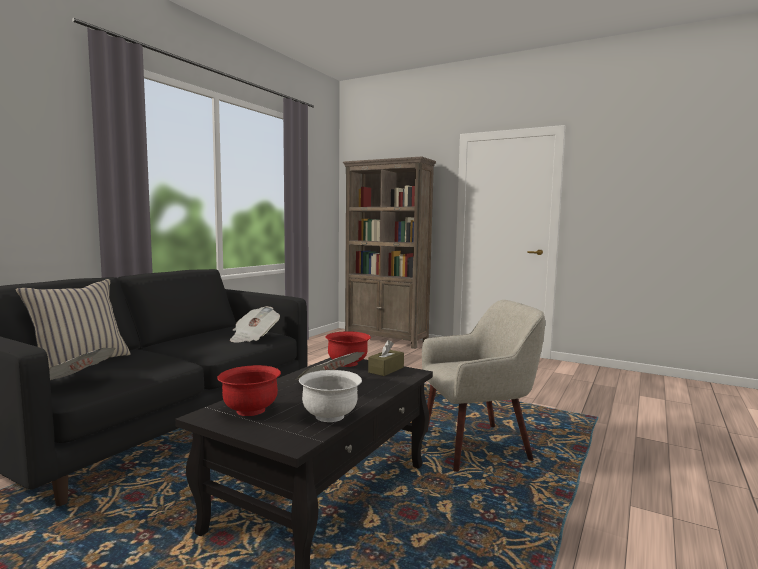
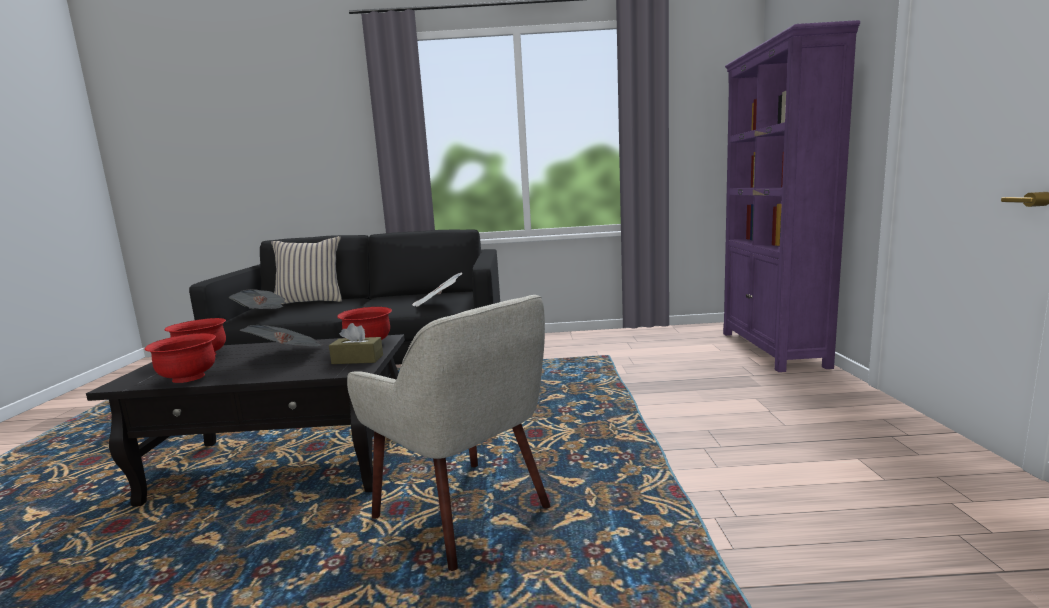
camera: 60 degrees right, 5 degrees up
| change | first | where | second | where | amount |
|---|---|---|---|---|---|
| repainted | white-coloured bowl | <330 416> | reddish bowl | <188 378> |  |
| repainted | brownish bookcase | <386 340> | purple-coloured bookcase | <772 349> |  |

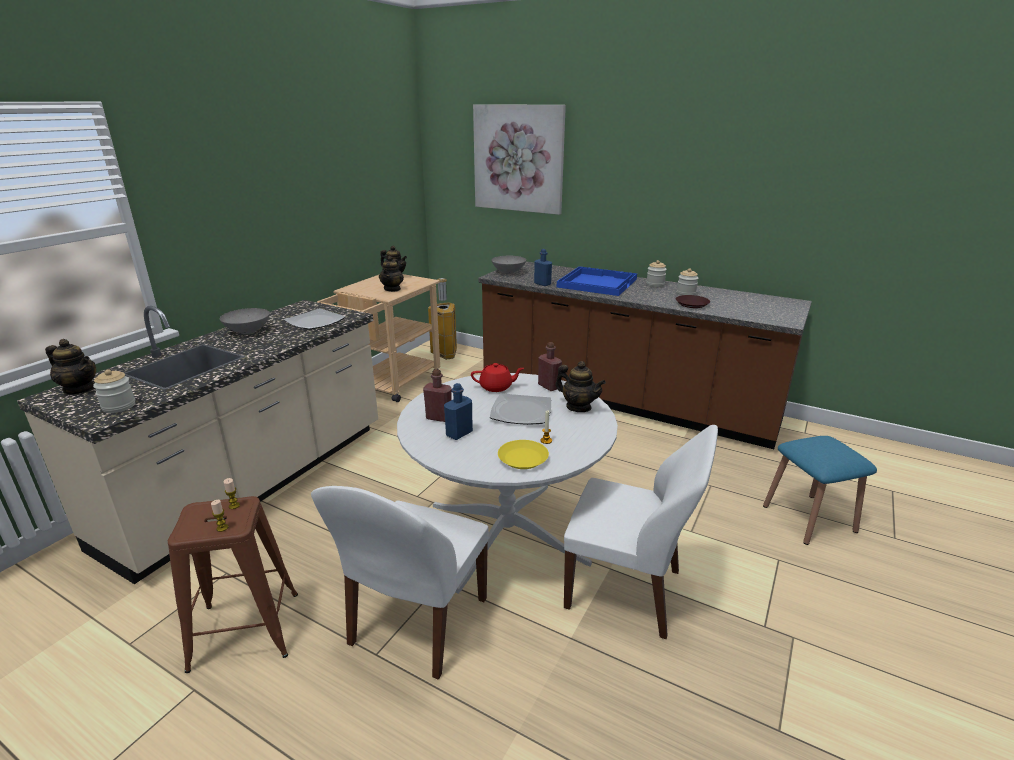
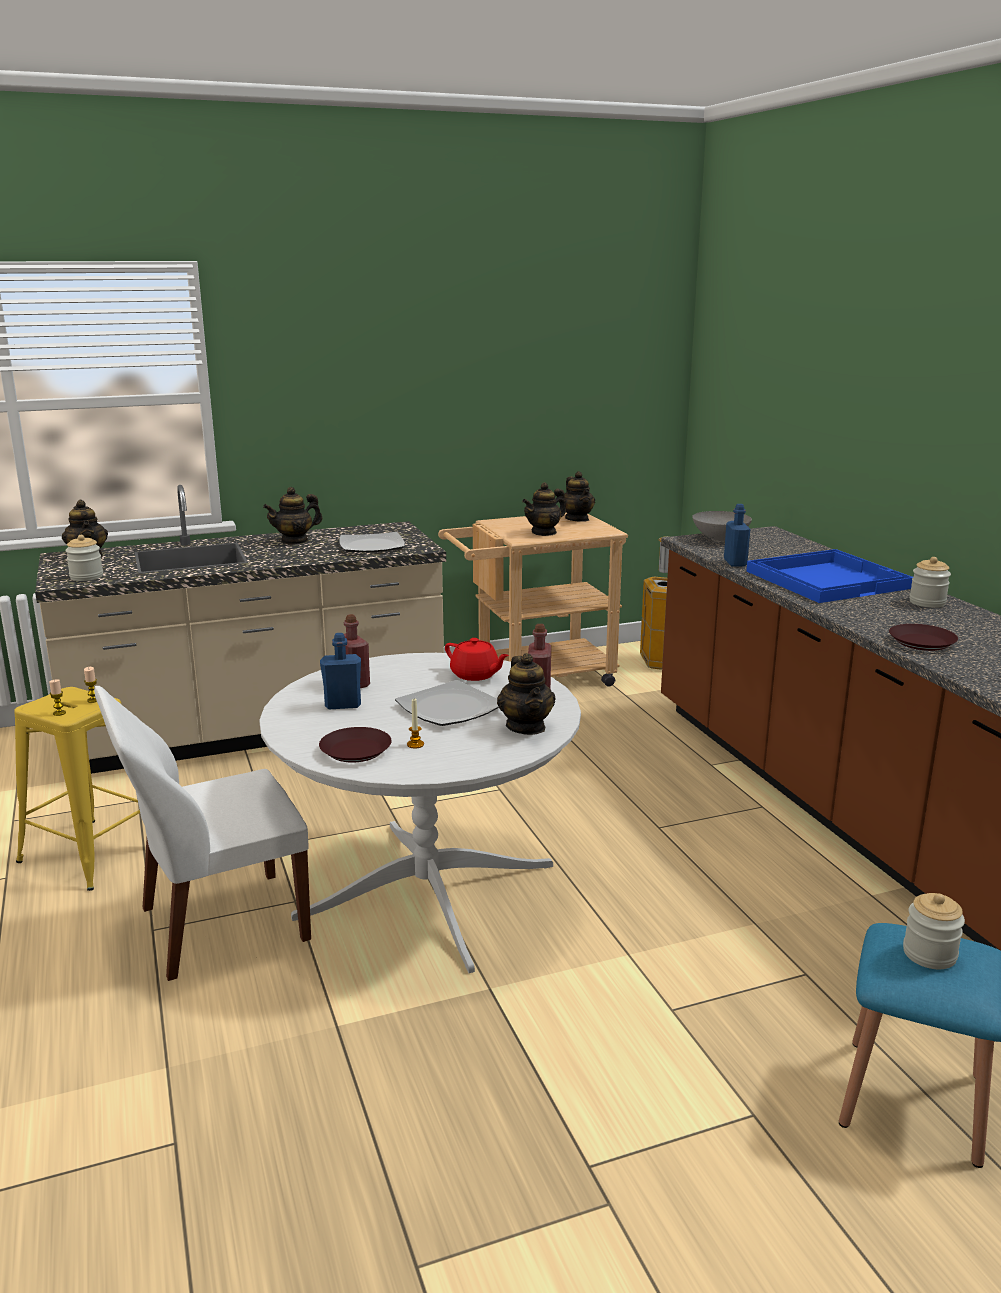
camera: 40 degrees right, 5 degrees down
| change | first | where | second | where | amount |
|---|---|---|---|---|---|
| repainted | brownish stool | <245 630> | yellow-coloured stool | <91 853> |  |
| swapped | greyish bowl | <249 331> | pot for tea | <295 541> |  |
| repainted | yellow-coloured dinner plate | <523 459> | brownish dinner plate | <355 751> |  |
| shifted | jar | <686 294> |  | <929 954> |  |
| gone | wall picture | <518 159> |  |  |  |
| gone | white-coloured upright chair | <627 590> |  |  |  |

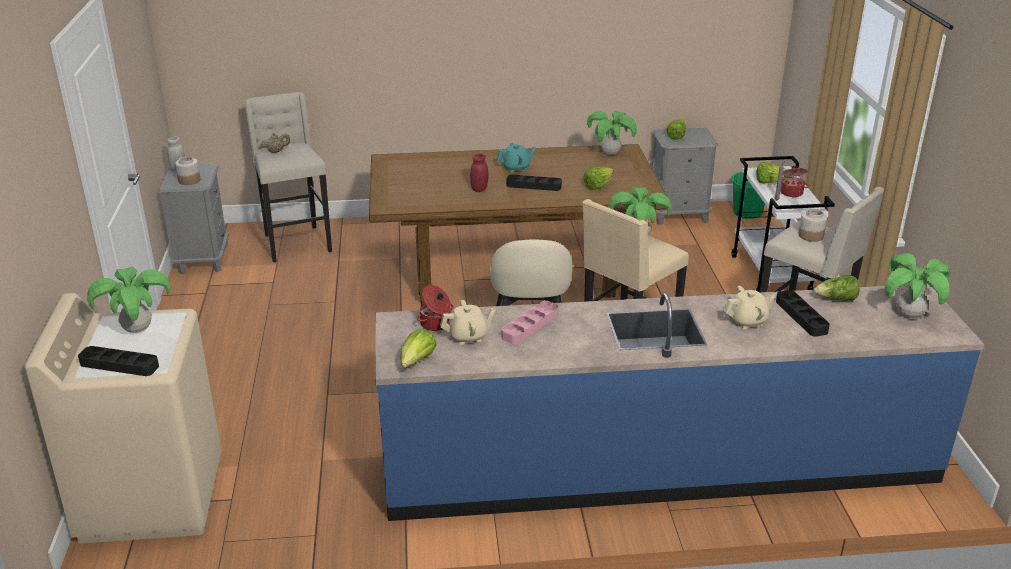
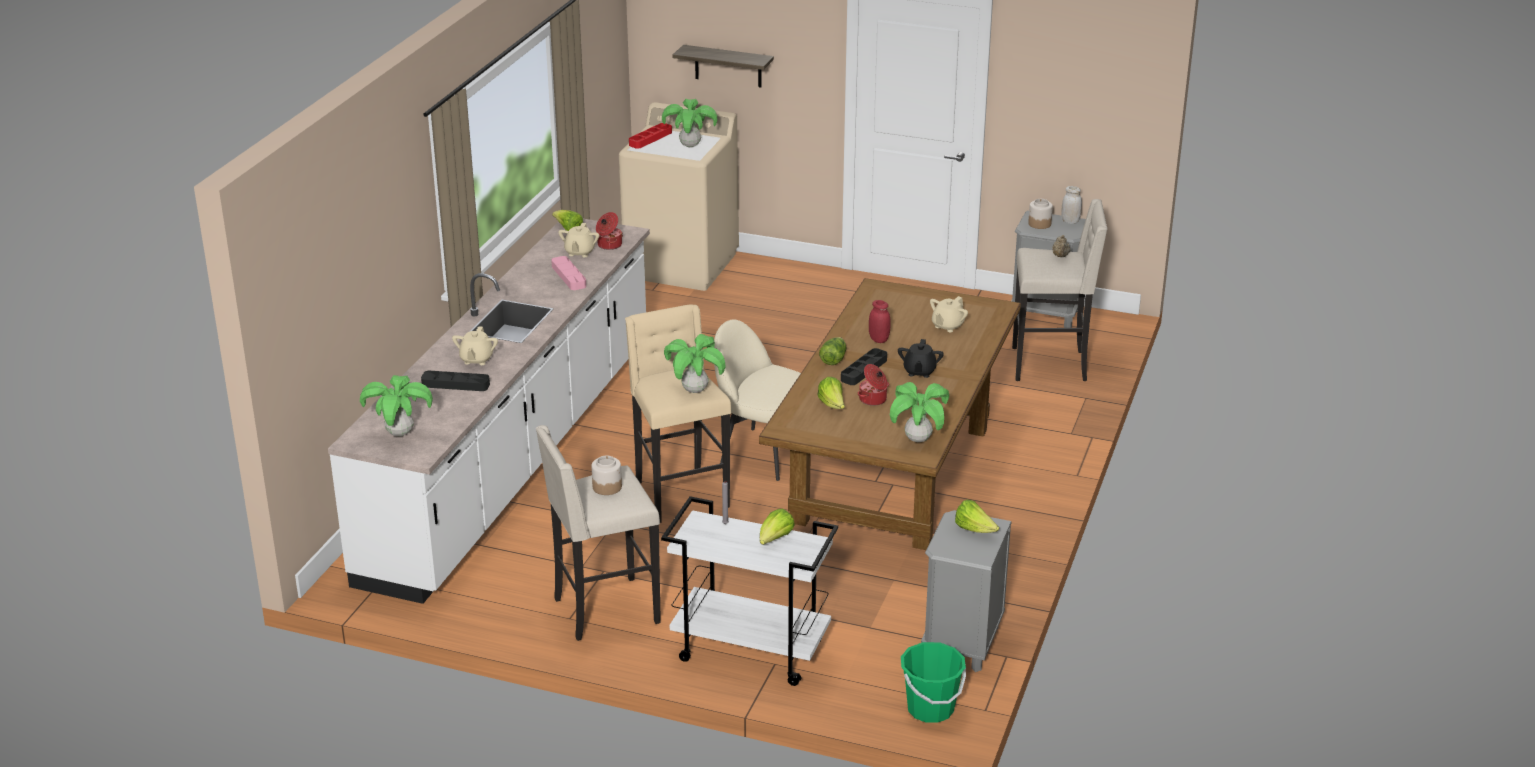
camera: 115 degrees right, 0 degrees up
| change | first | where | second | where | amount |
|---|---|---|---|---|---|
| repainted | bluish kitchen counter | <659 465> | white-coloured kitchen counter | <514 458> |  |
| repainted | black-coloured serving tray | <119 365> | reddish serving tray | <650 138> |  |
| new |  |  | wall shelf | <728 66> |  |
| shifted | lettuce | <836 299> |  | <833 359> |  |
| shifted | saucepot | <791 192> |  | <873 399> |  |
| repainted | turquoise pot for tea | <516 168> | black-coloured pot for tea | <919 372> |  |
| new |  |  | sand-coloured pot for tea | <947 326> |  |

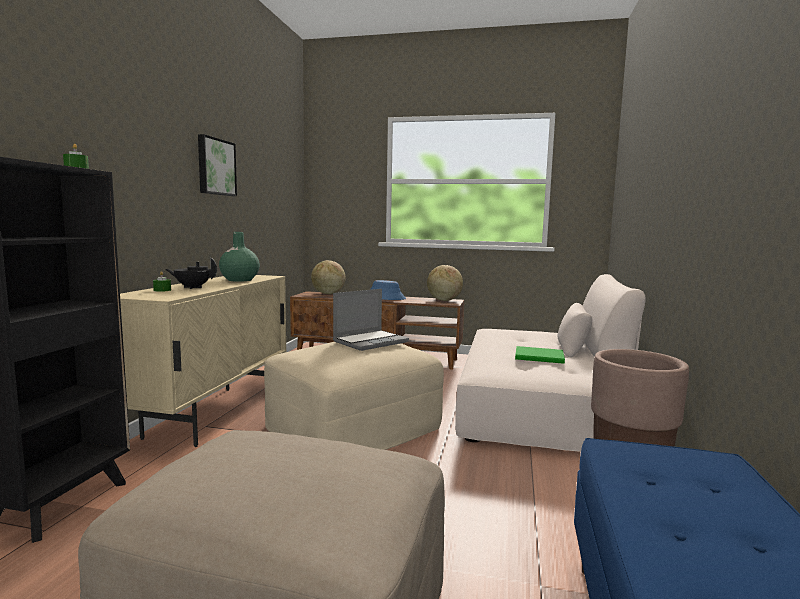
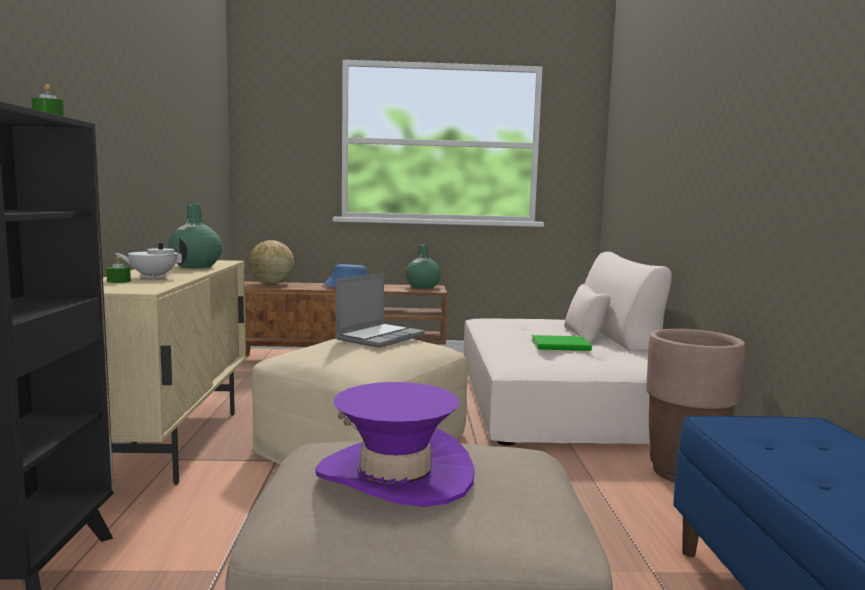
camera: 15 degrees left, 0 degrees up
| change | first | where | second | where | amount |
|---|---|---|---|---|---|
| repainted | black-coloured pot for tea | <192 287> | white-coloured pot for tea | <153 277> |  |
| new |  |  | purple-coloured hat | <395 475> |  |
| swapped | globe | <444 300> | green vase | <422 287> |  |
| gone | wall picture | <215 167> |  |  |  |

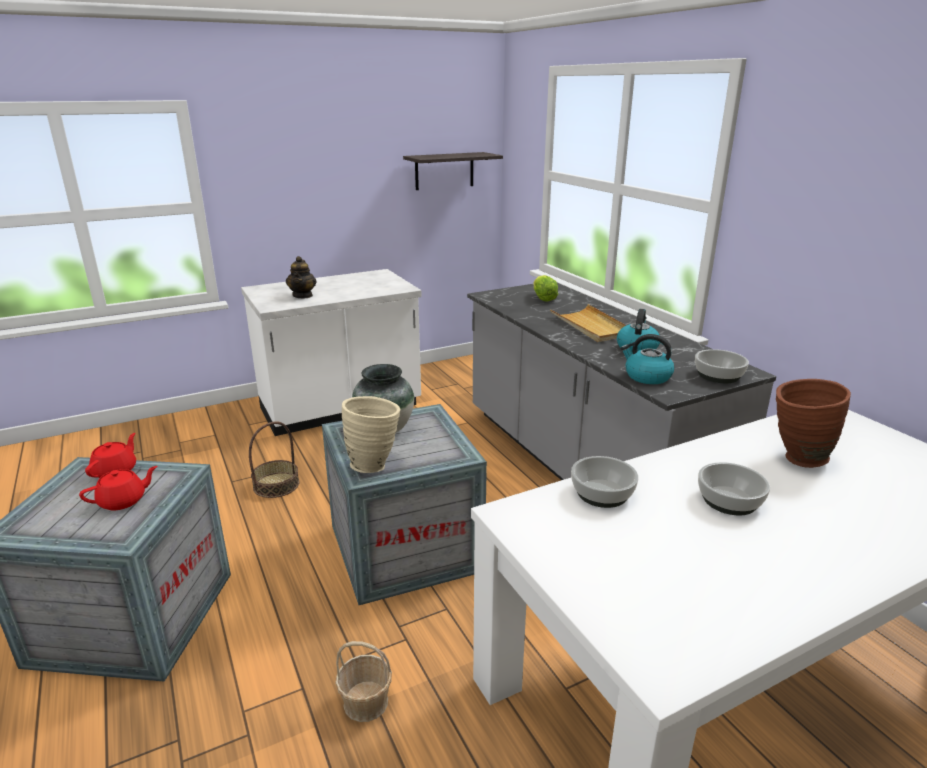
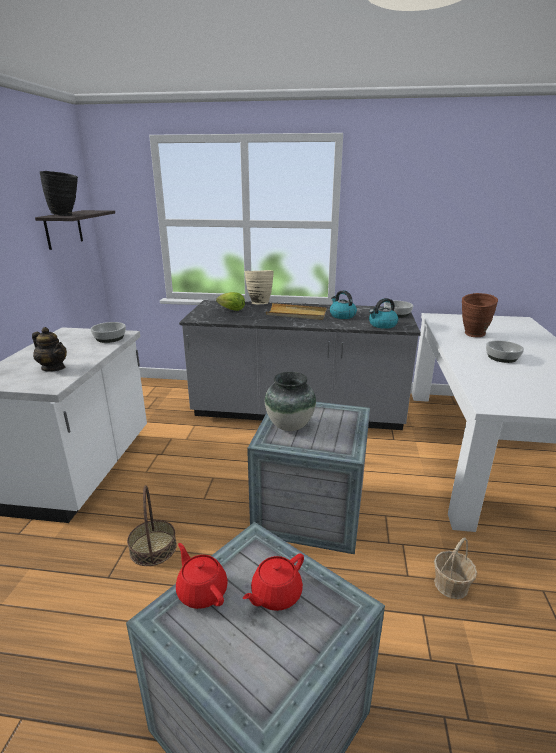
camera: 55 degrees left, 0 degrees up
| change | first | where | second | where | amount |
|---|---|---|---|---|---|
| new |  |  | black-coloured vase | <66 215> |  |
| shifted | bowl | <603 493> |  | <110 338> |  |
| rotated | reddish pot for tea | <123 501> |  | <275 594> | 135 degrees counterclockwise |
| shifted | sand-coloured vase | <374 464> |  | <259 303> |  |

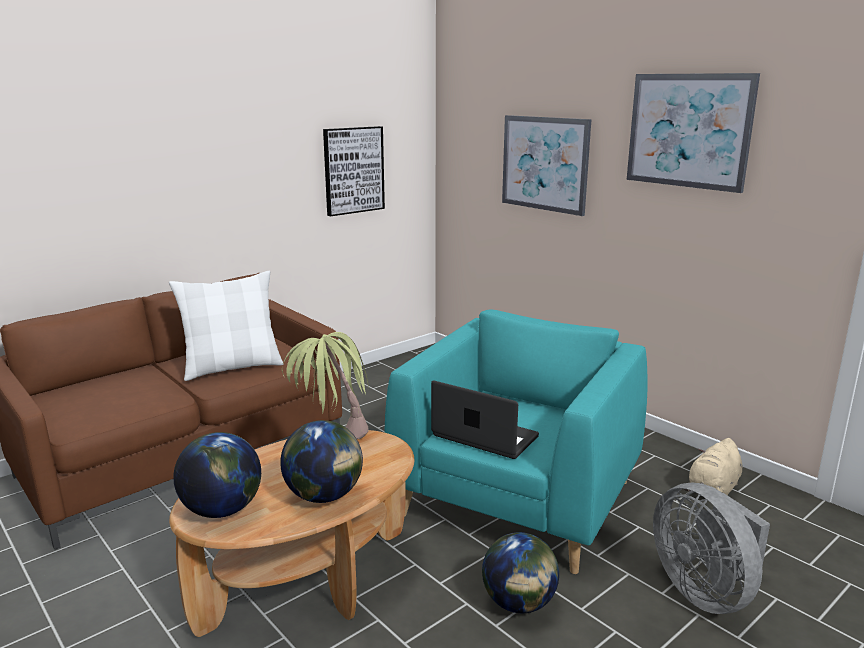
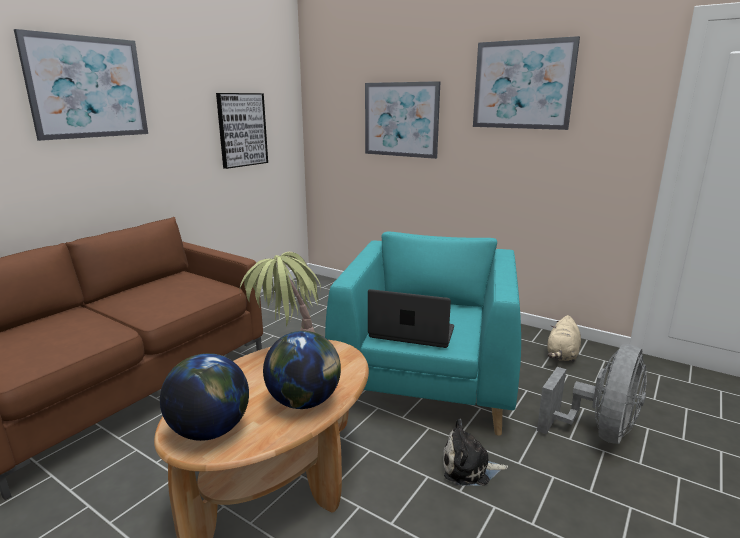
camera: 15 degrees left, 0 degrees up
| change | first | where | second | where | amount |
|---|---|---|---|---|---|
| new |  |  | wall picture | <87 87> |  |
| swapped | globe | <519 603> | soft toy | <469 468> |  |
| rotated | greyish electric fan | <705 591> |  | <598 431> | 105 degrees counterclockwise |
| gone | white-coloured pillow | <232 367> |  |  |  |

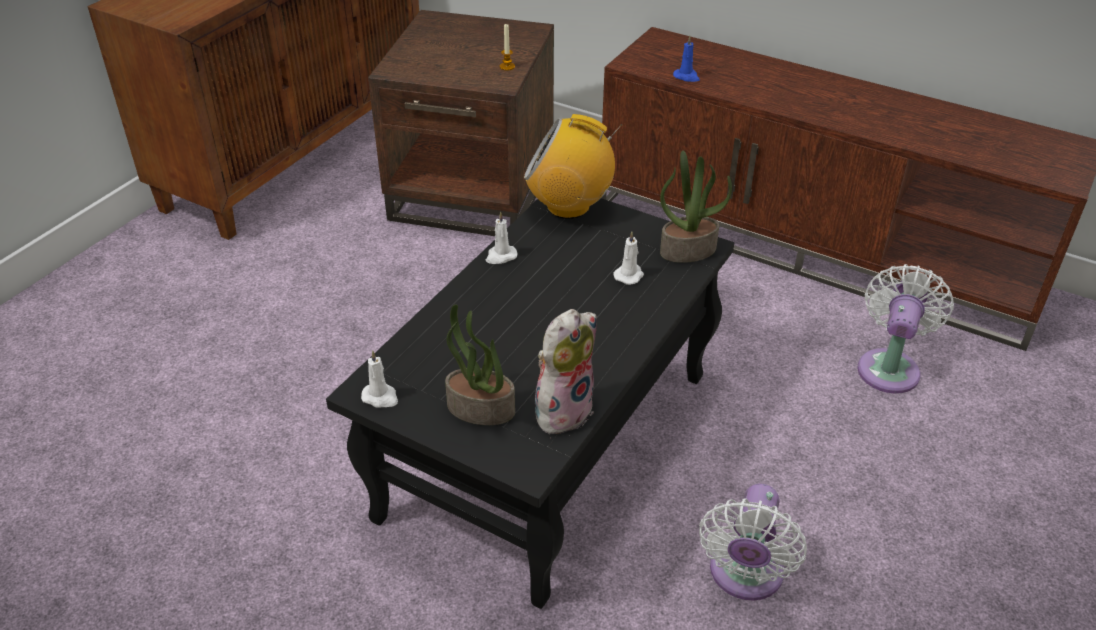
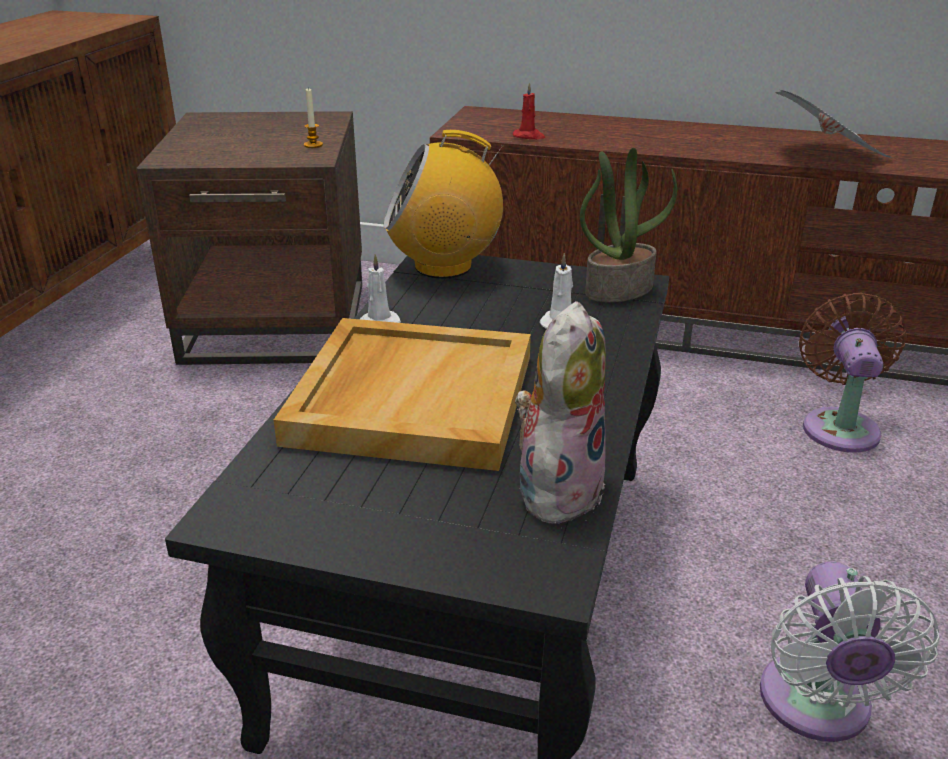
camera: 15 degrees left, 10 degrees down
| change | first | where | second | where | amount |
|---|---|---|---|---|---|
| new |  |  | sand-coloured serving tray | <411 397> |  |
| repainted | bluish candle | <686 77> | reddish candle | <529 136> |  |
| new |  |  | daily paper | <828 157> |  |
| repainted | white-coloured electric fan | <889 367> | brownish electric fan | <839 426> |  |
| gone | white-coloured candle | <381 397> |  |  |  |
| gone | houseplant | <479 409> |  |  |  |

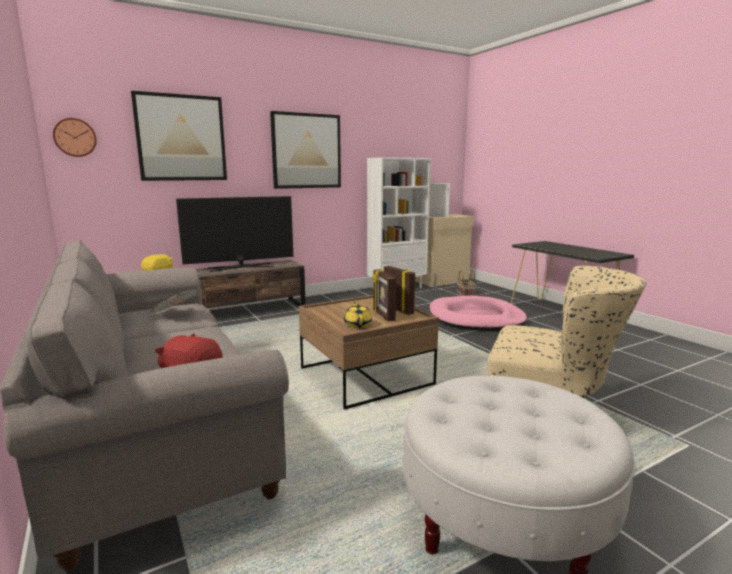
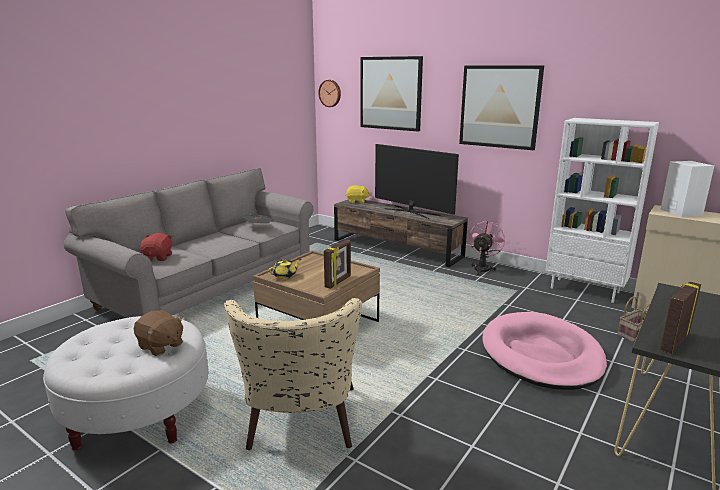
camera: 65 degrees right, 5 degrees up
| change | first | where | second | where | amount |
|---|---|---|---|---|---|
| new |  |  | brownish soft toy | <160 346> |  |
| new |  |  | pink-coloured electric fan | <483 268> |  |
| shifted | photo frame | <383 315> |  | <673 342> |  |

